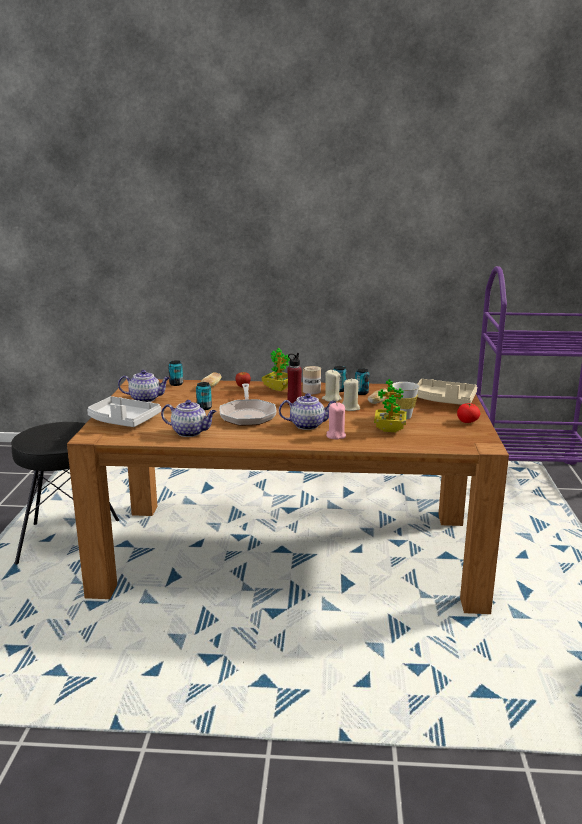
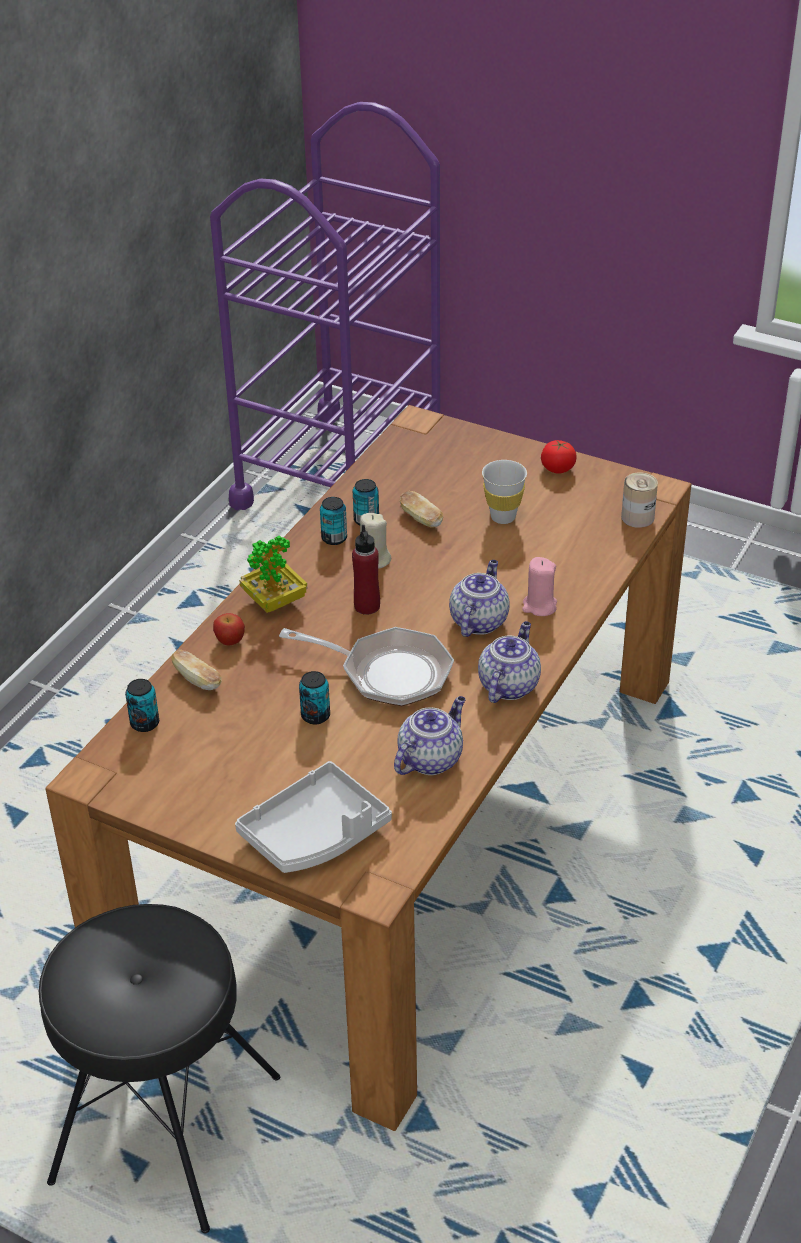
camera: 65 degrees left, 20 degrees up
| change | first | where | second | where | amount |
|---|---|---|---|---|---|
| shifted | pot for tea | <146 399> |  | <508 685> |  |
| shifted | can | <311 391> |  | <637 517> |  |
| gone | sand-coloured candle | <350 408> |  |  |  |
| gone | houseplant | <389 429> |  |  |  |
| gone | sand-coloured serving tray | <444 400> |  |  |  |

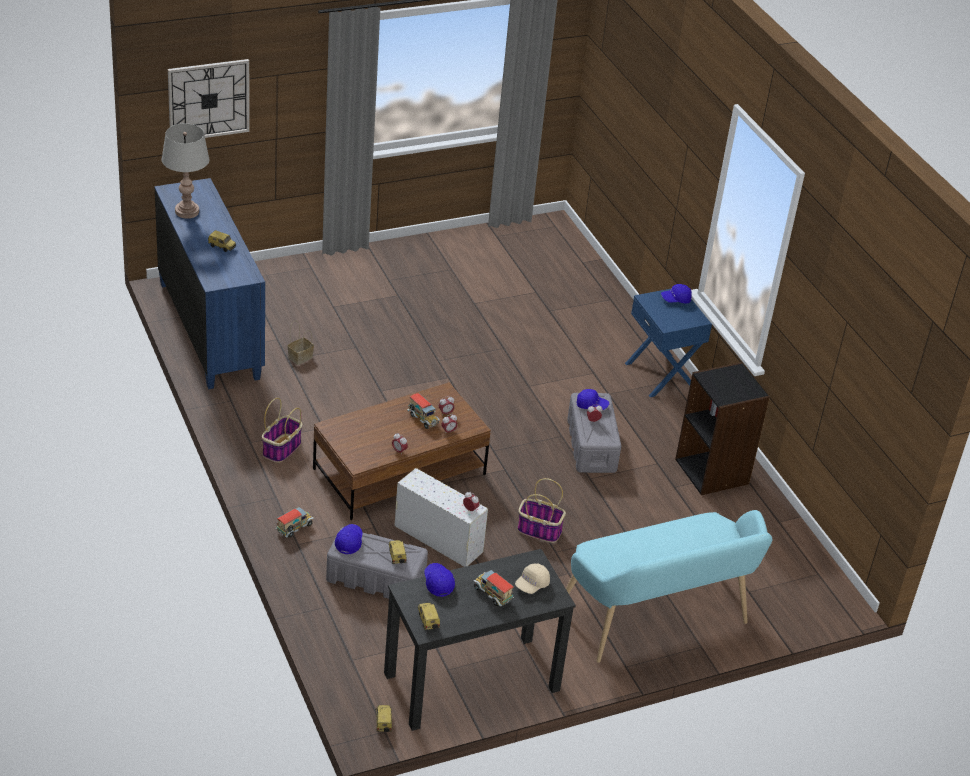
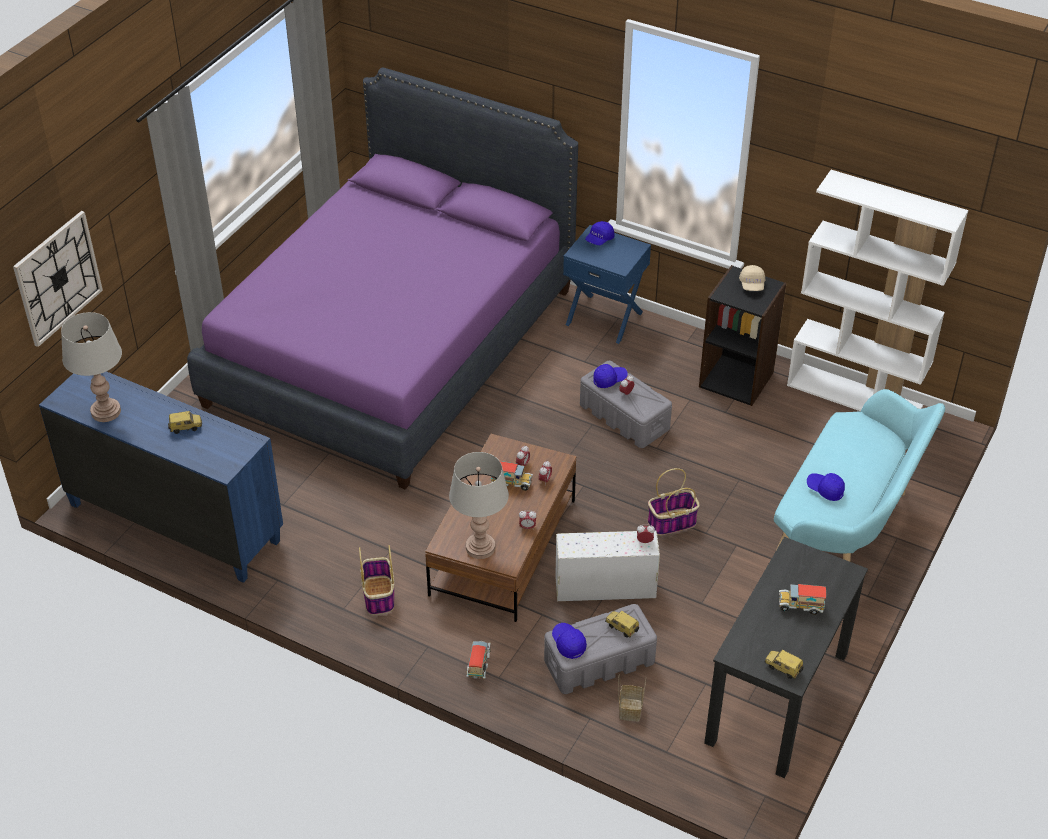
camera: 35 degrees left, 5 degrees up
| change | first | where | second | where | amount |
|---|---|---|---|---|---|
| new |  |  | purple-coloured sleeping bed | <393 346> |  |
| new |  |  | greyish lamp for a table | <480 548> |  |
| shifted | basket | <300 357> |  | <630 709> |  |
| shifted | sand-coloured baseball cap | <532 584> |  | <752 285> |  |
| new |  |  | white-coloured bookcase | <855 395> |  |
| shifted | bluish baseball cap | <438 583> |  | <825 489> |  |
| gone | toy car | <383 723> |  |  |  |

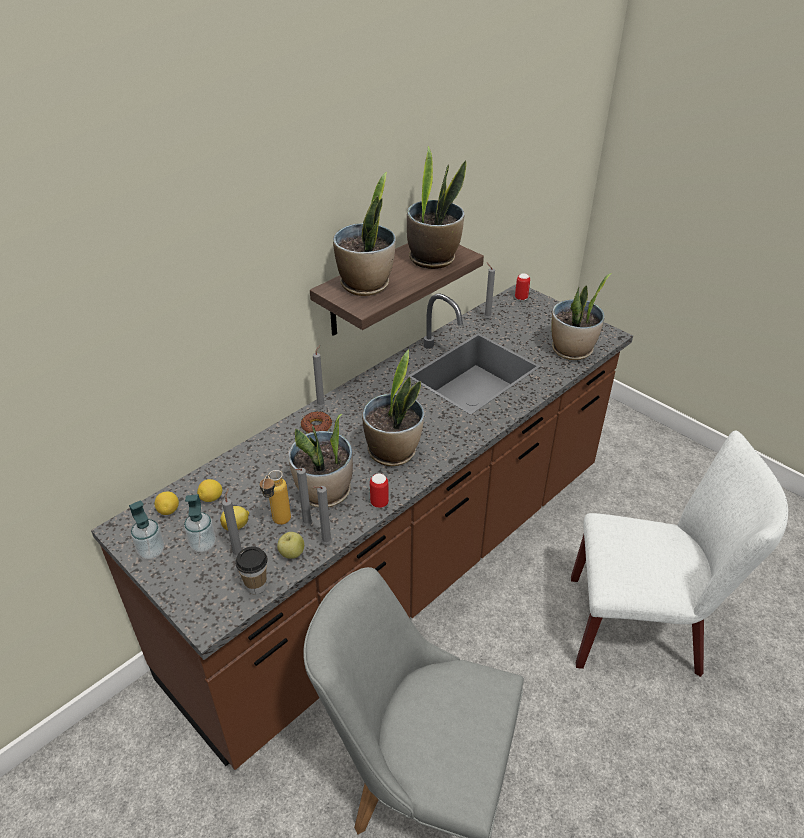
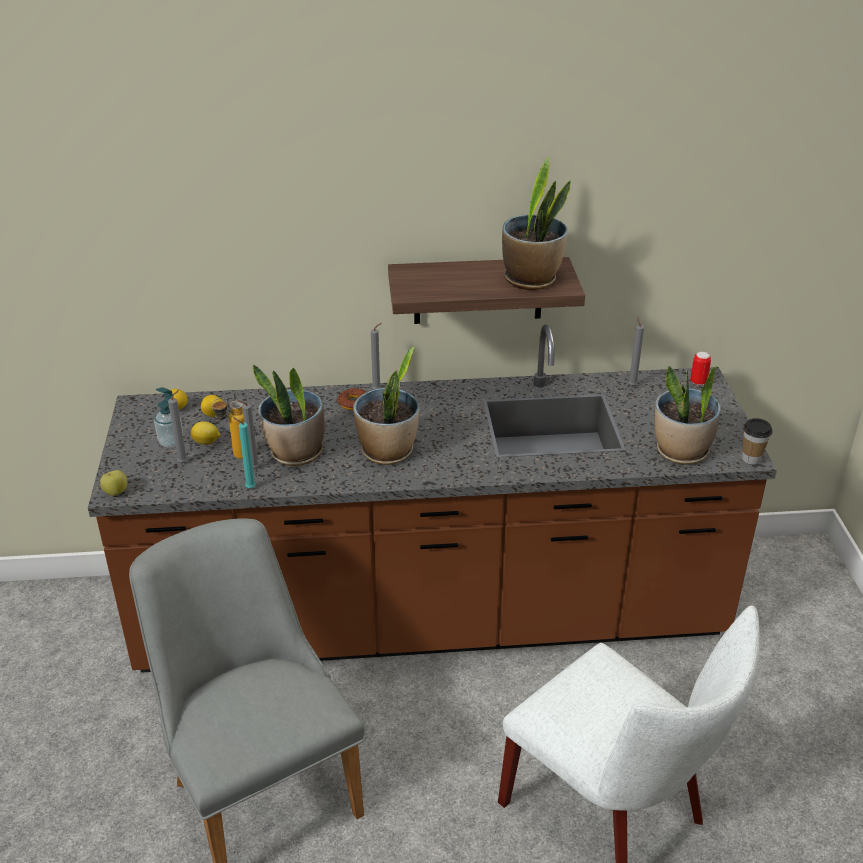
camera: 40 degrees right, 5 degrees down
| change | first | where | second | where | amount |
|---|---|---|---|---|---|
| shifted | apple | <292 553> |  | <116 492> |  |
| repainted | greyish candle | <325 544> | turquoise candle | <249 488> |  |
| shifted | drinking cup | <256 586> |  | <751 459> |  |
| gone | soap bottle | <151 551> |  |  |  |
| gone | houseplant | <366 285> |  |  |  |
| gone | can | <379 503> |  |  |  |

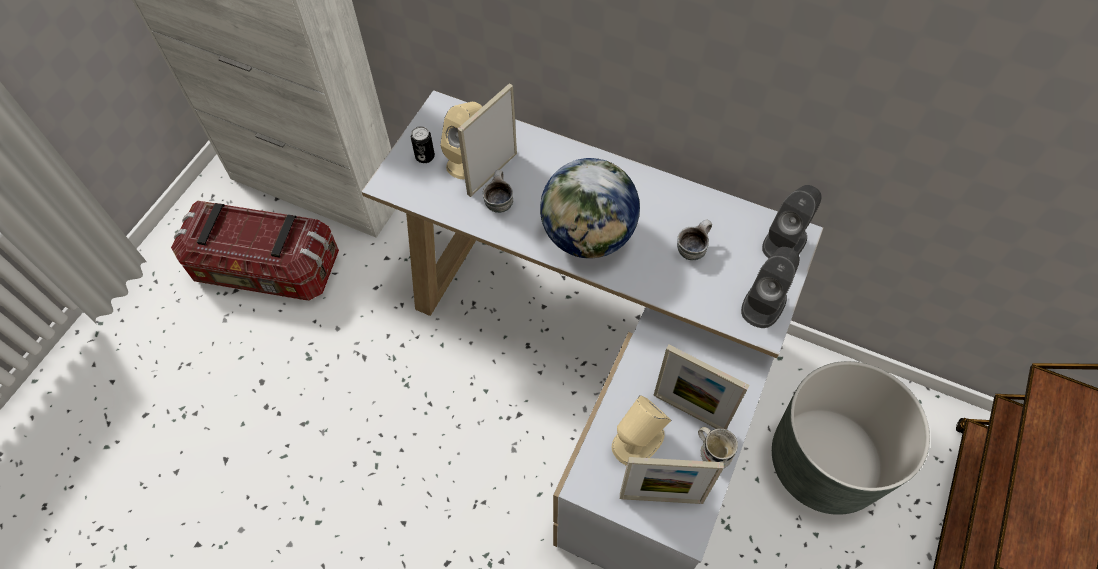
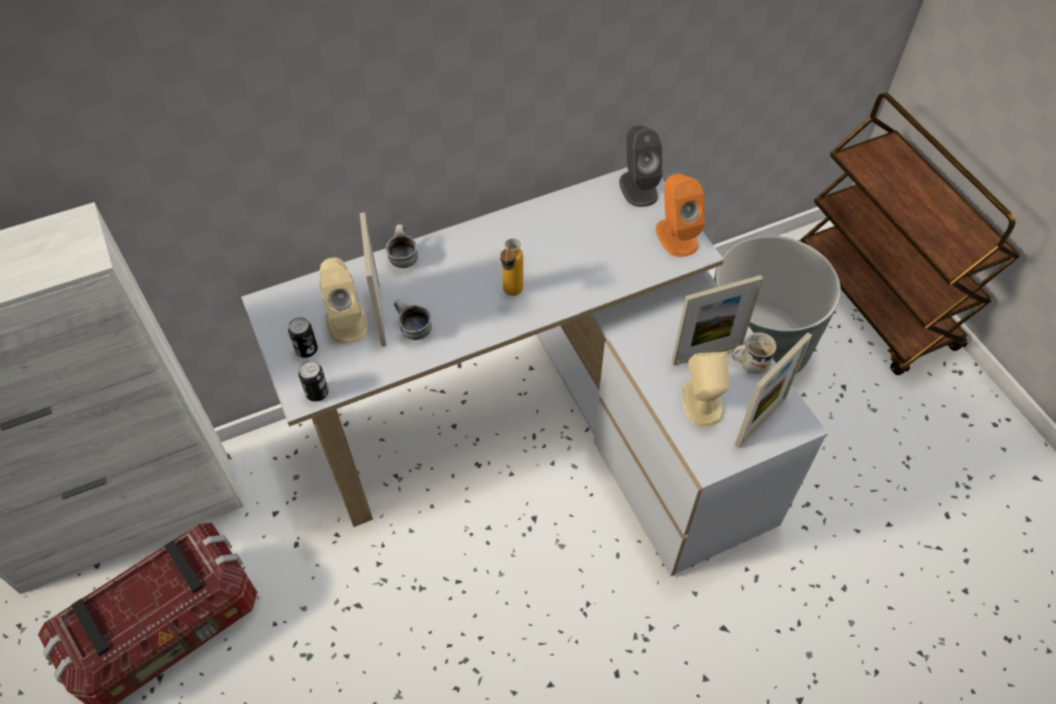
camera: 50 degrees left, 5 degrees down
| change | first | where | second | where | amount |
|---|---|---|---|---|---|
| new |  |  | can | <317 393> |  |
| shifted | tea mug | <692 248> |  | <402 258> |  |
| swapped | globe | <588 236> | beverage bottle | <511 295> |  |
| repainted | greyish speaker | <764 303> | orange speaker | <676 236> |  |

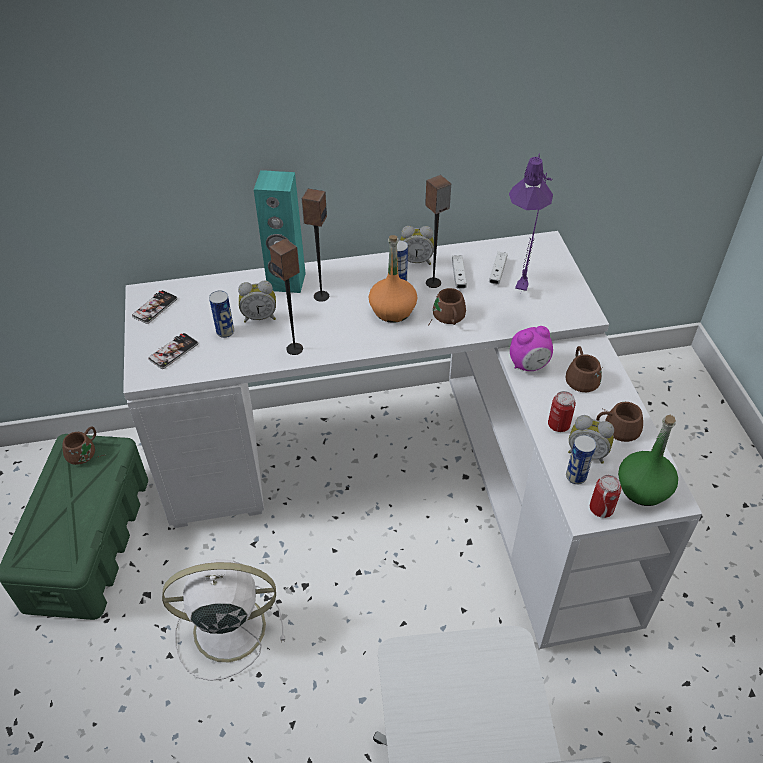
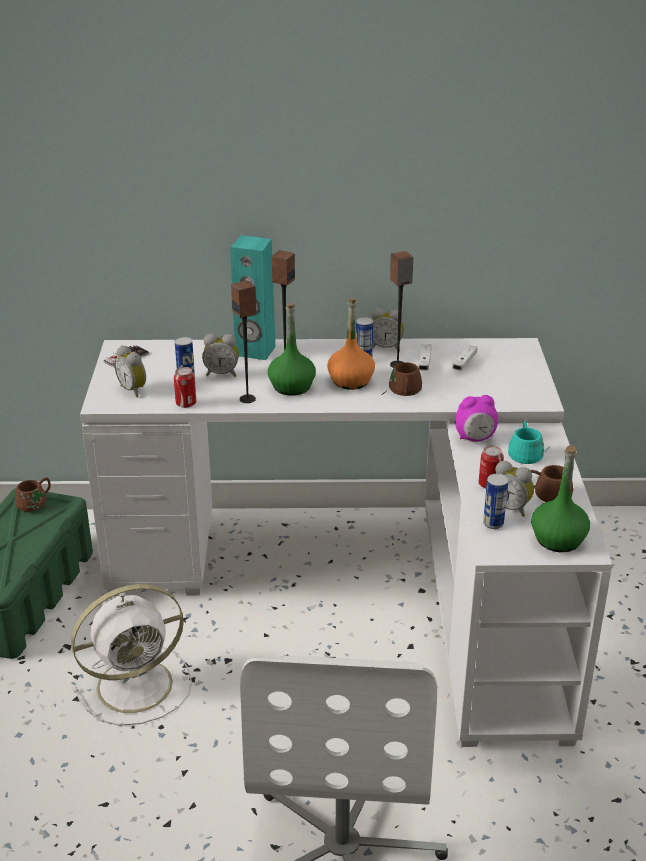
camera: 10 degrees right, 15 degrees down
| change | first | where | second | where | amount |
|---|---|---|---|---|---|
| rotated | white-coloured electric fan | <226 628> |  | <138 684> | 150 degrees clockwise |
| swapped | phone | <173 351> | table clock | <134 390> |  |
| shifted | can | <601 509> |  | <186 403> |  |
| new |  |  | green beverage bottle | <291 387> |  |
| repainted | brownish tea mug | <584 376> | turquoise tea mug | <528 452> |  |
| gone | purple-coloured lamp for a table | <524 284> |  |  |  |

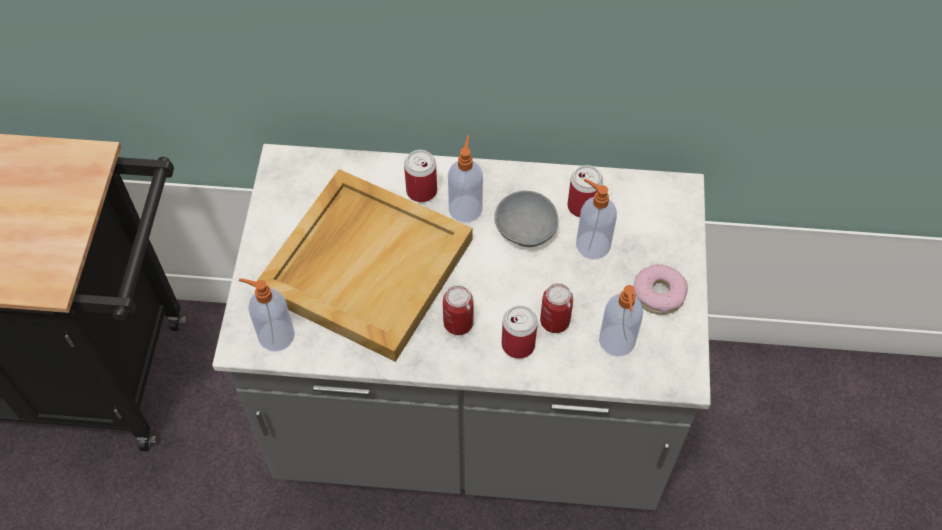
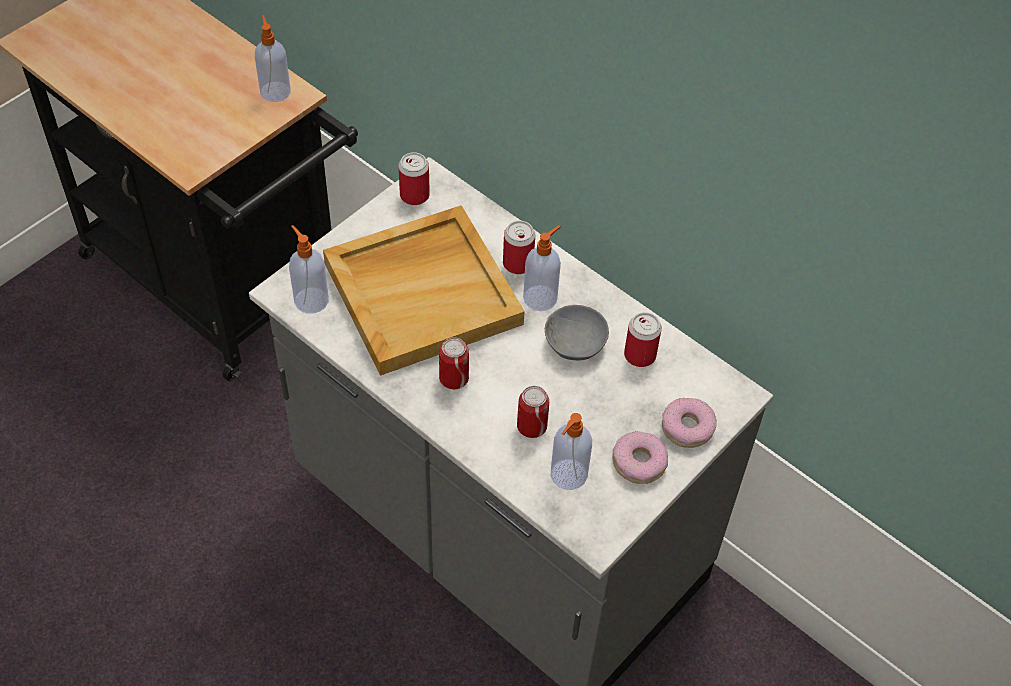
camera: 35 degrees right, 5 degrees down
| change | first | where | second | where | amount |
|---|---|---|---|---|---|
| shifted | soap bottle | <591 244> |  | <275 91> |  |
| shifted | can | <518 344> |  | <414 195> |  |
| new |  |  | ring doughnut | <687 427> |  |

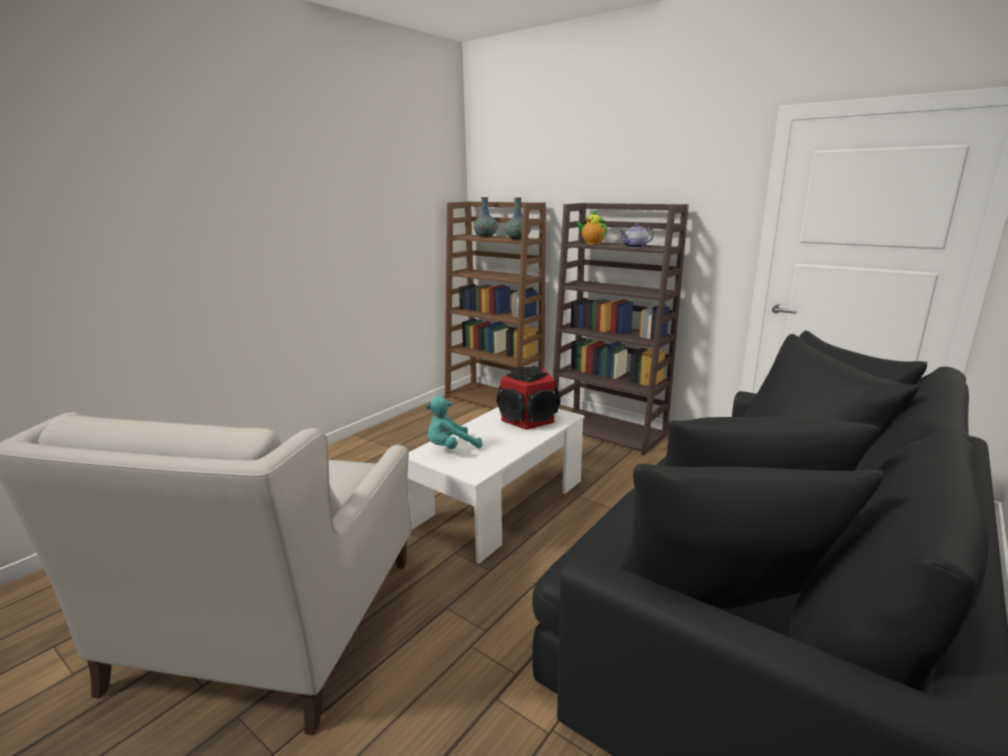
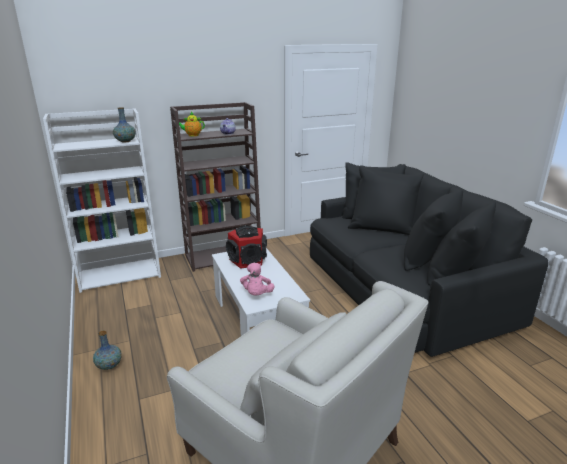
camera: 60 degrees left, 5 degrees up
| change | first | where | second | where | amount |
|---|---|---|---|---|---|
| repainted | brownish bookcase | <494 399> | white-coloured bookcase | <120 274> |  |
| shifted | vase | <486 236> |  | <109 365> |  |
| repainted | turquoise soft toy | <450 448> | pink-coloured soft toy | <257 294> |  |

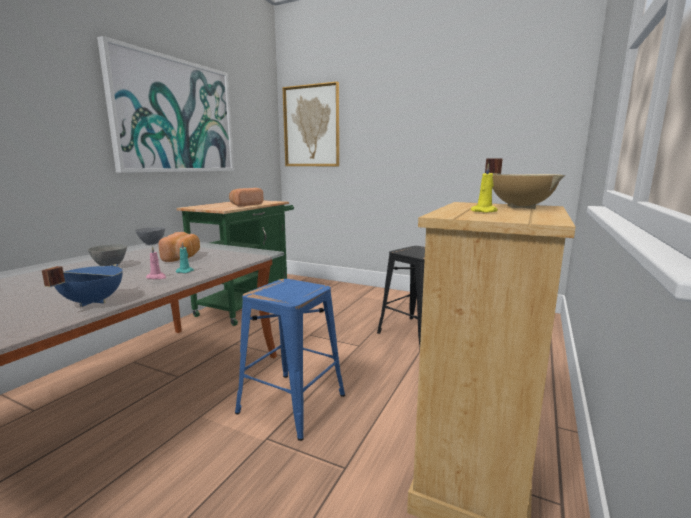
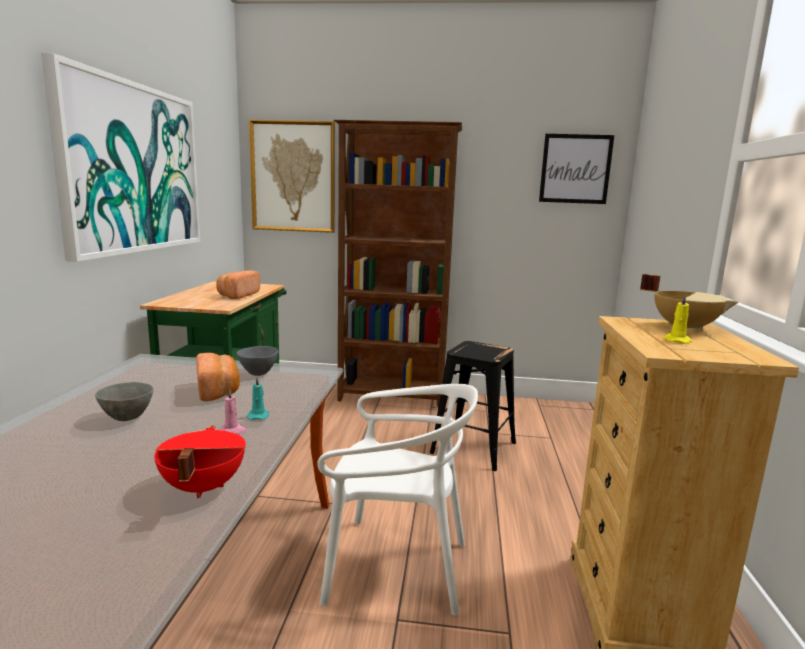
camera: 20 degrees left, 0 degrees up
| change | first | where | second | where | amount |
|---|---|---|---|---|---|
| repainted | bluish saucepot | <91 302> | reddish saucepot | <201 487> |  |
| shifted | greyish bowl | <152 243> |  | <258 373> |  |
| swapped | bluish stool | <293 404> | white-coloured upright chair | <396 567> |  |
| new |  |  | brownish bookcase | <392 397> |  |
| new |  |  | wall picture | <575 169> |  |

